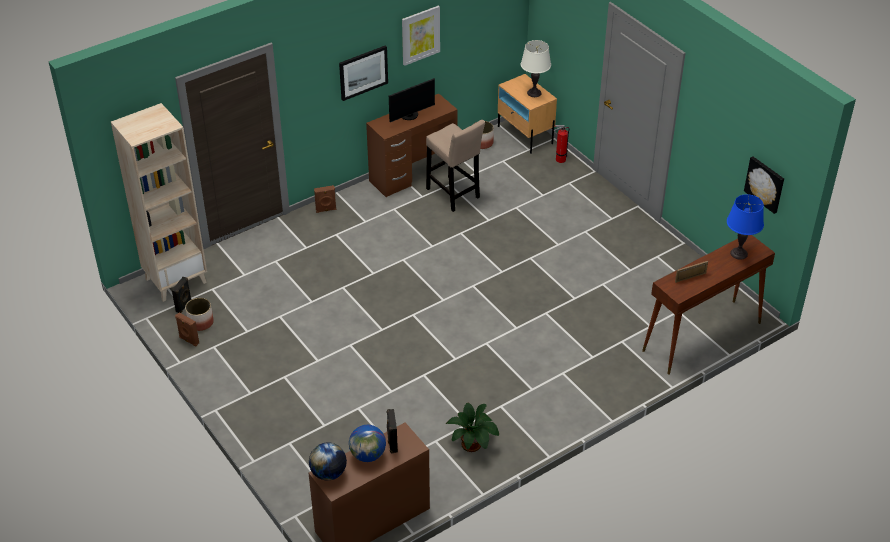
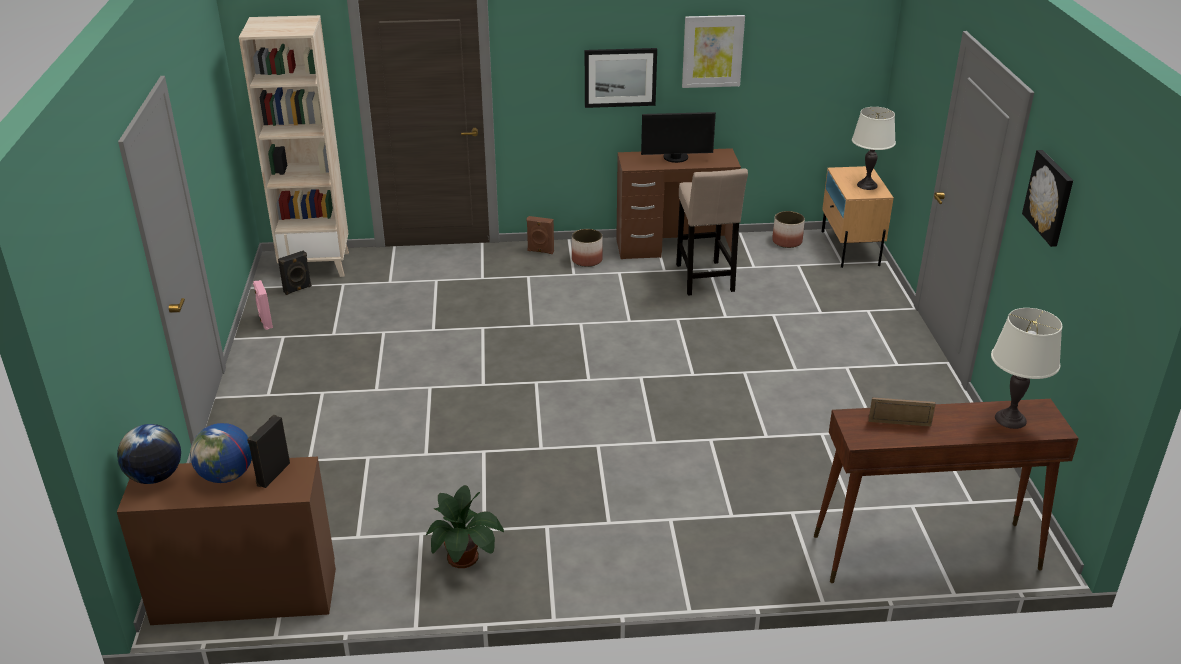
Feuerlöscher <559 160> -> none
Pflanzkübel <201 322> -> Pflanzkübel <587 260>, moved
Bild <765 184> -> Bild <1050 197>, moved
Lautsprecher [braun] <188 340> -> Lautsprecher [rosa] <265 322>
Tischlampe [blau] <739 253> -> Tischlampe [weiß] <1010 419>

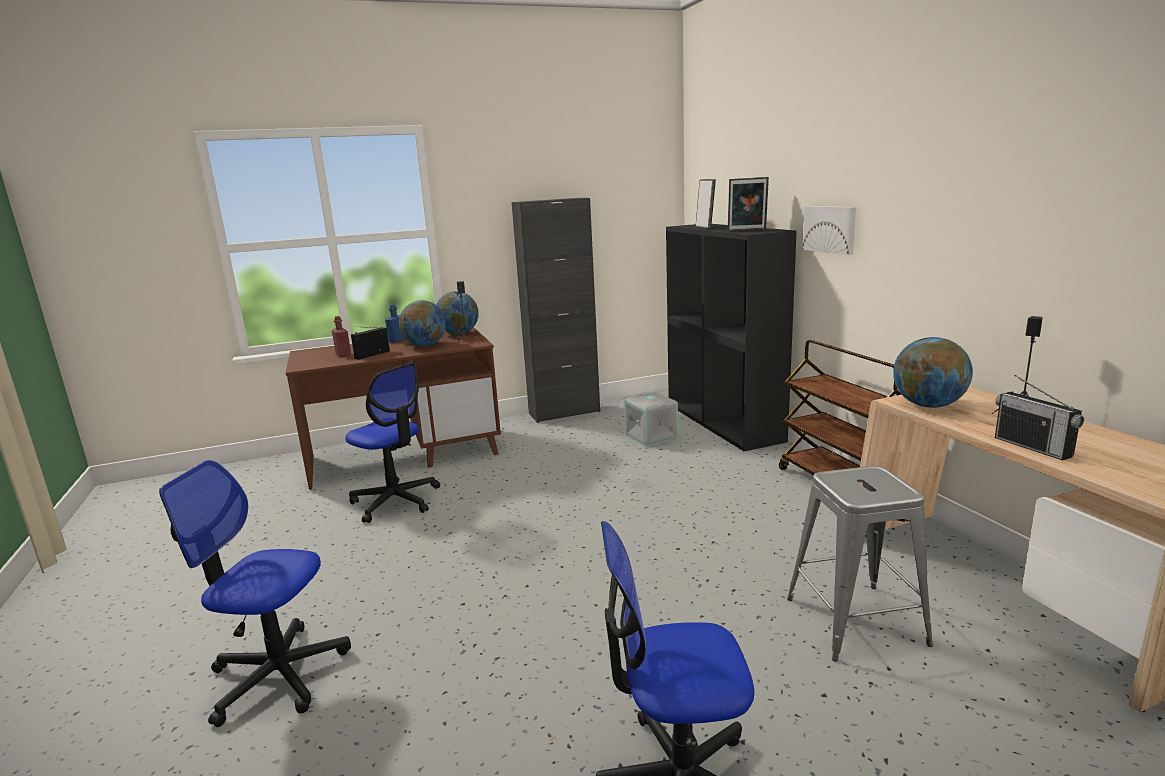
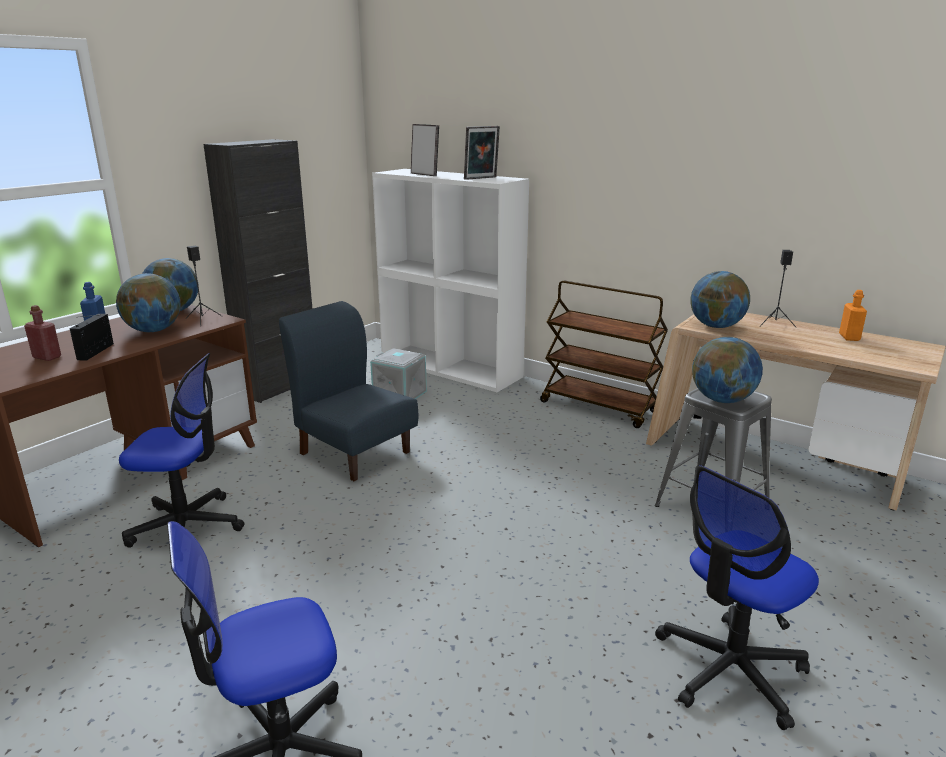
Bild <830 229> -> none
Radio <1032 447> -> none
none -> Stuhl [blau] <354 452>
none -> Globus <722 400>
none -> Flasche [orange] <849 337>
Bücherregal [schwarz] <724 422> -> Bücherregal [weiß] <452 368>

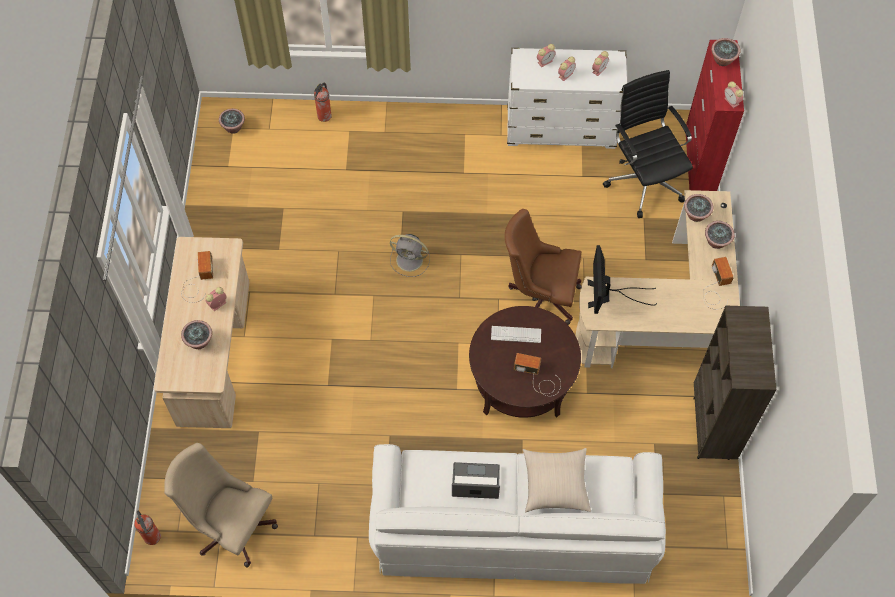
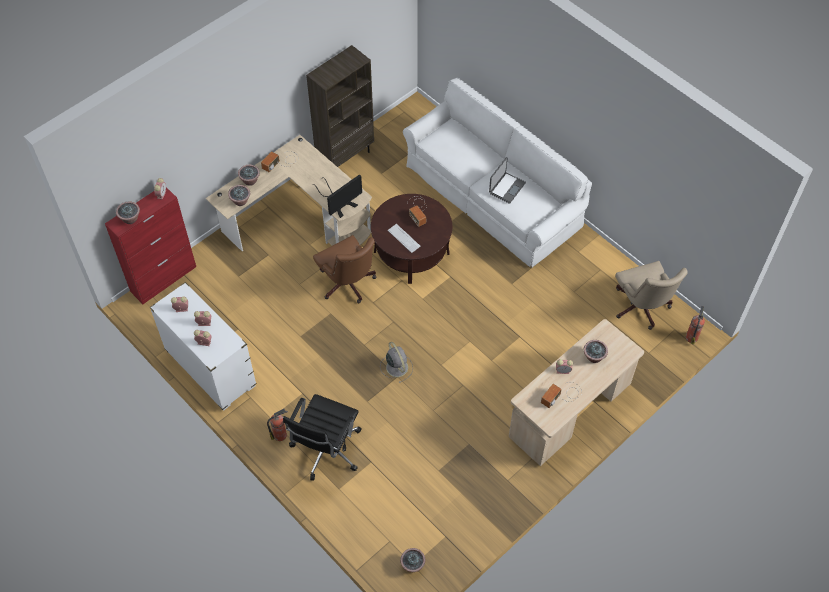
Kissen [beige] <555 484> -> none
Feuerlöscher <324 116> -> Feuerlöscher <281 435>, moved
Bürostuhl [schwarz] <644 180> -> Bürostuhl [schwarz] <326 450>, moved
Laptop <475 482> -> Laptop <506 188>, 105 degrees counterclockwise

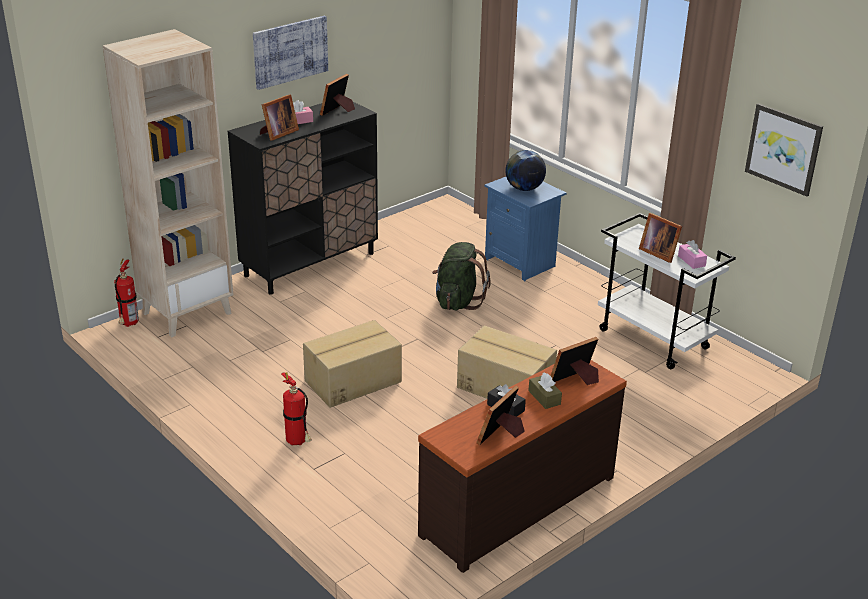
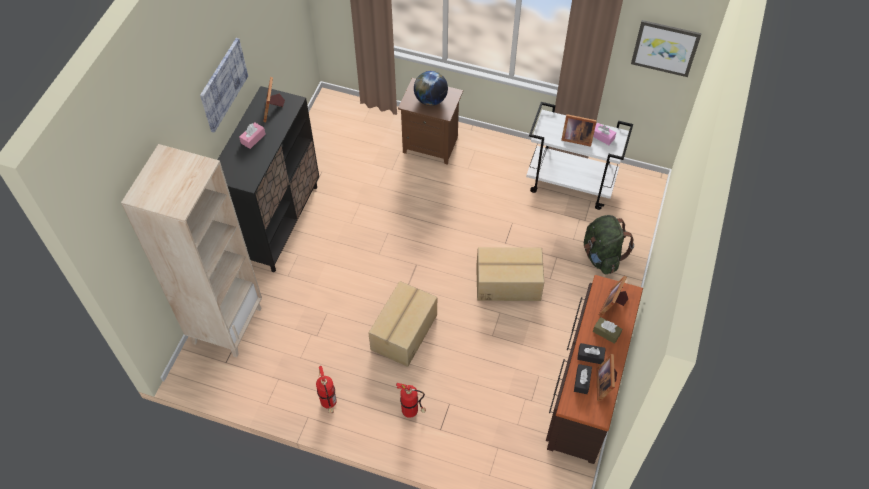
Bilderrahmen <278 133> -> none
none -> Taschentuchbox [schwarz] <582 381>
Feuerlöscher <128 324> -> Feuerlöscher <329 404>, moved
Rucksack [grün] <457 301> -> Rucksack [grün] <601 256>, moved
Nachttisch [blau] <521 262> -> Nachttisch [braun] <431 144>

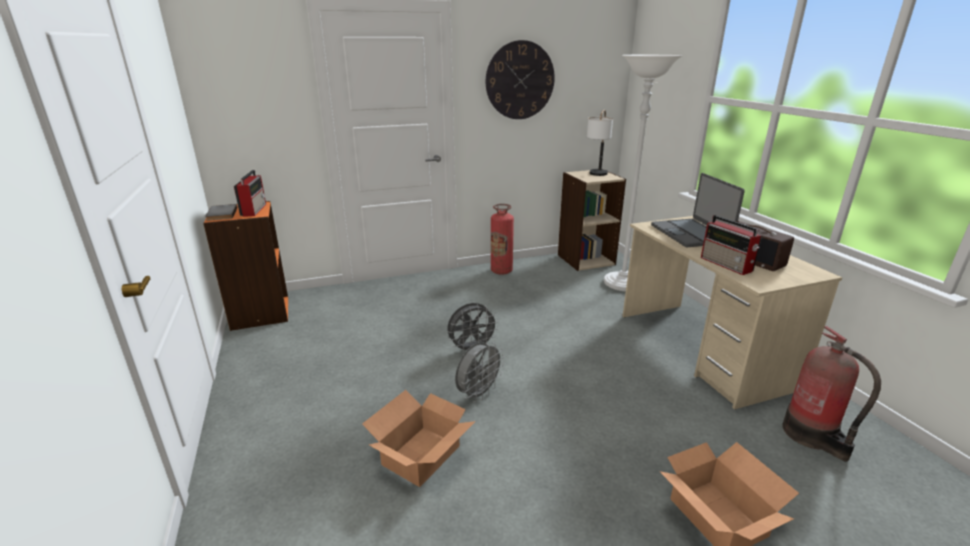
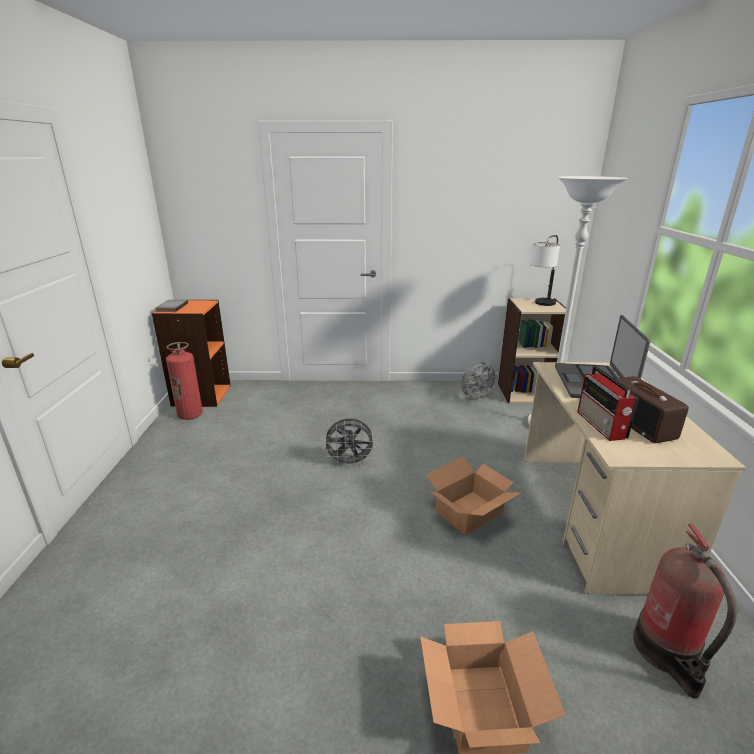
Radio <254 209> -> none
Wanduhr <520 80> -> none
Karton <422 455> -> Karton <470 512>, moved
Ventilator [grau] <478 394> -> Ventilator [grau] <476 398>, moved
Feuerlöscher <501 271> -> Feuerlöscher <190 415>, moved

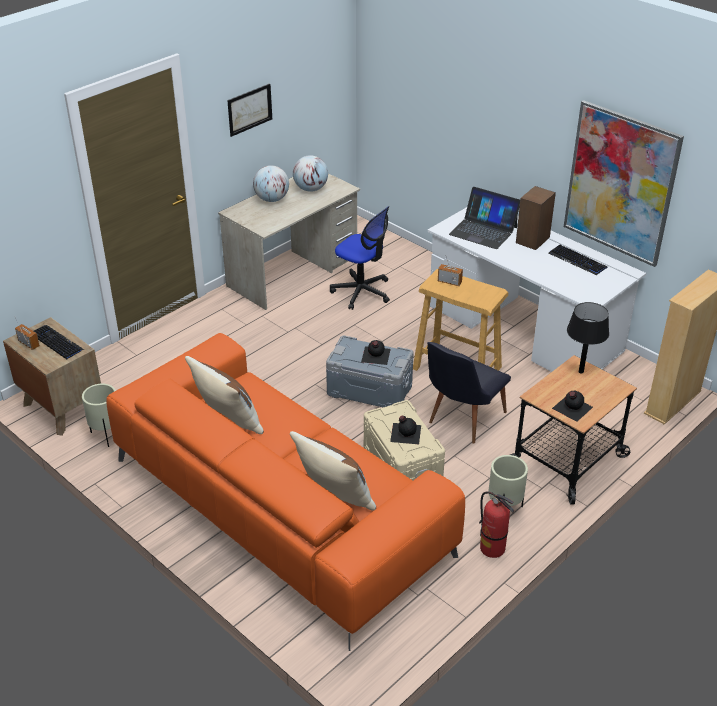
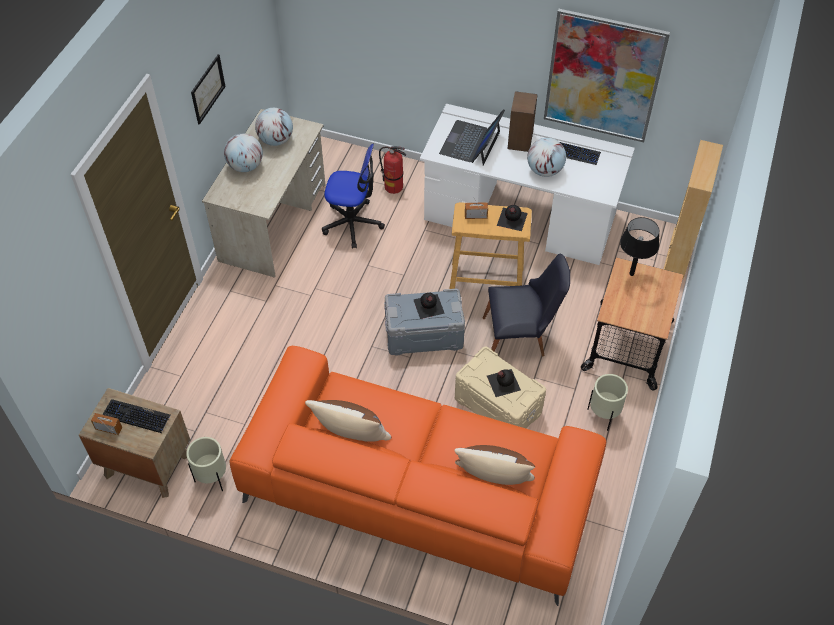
none -> Globus <544 170>
Feuerlöscher <492 548> -> Feuerlöscher <394 187>, moved
Flasche [schwarz] <571 407> -> Flasche [schwarz] <511 219>, moved
Stuhl [schwarz] <461 420> -> Stuhl [schwarz] <521 338>, 105 degrees counterclockwise
Laptop <483 230> -> Laptop <471 143>, 105 degrees clockwise

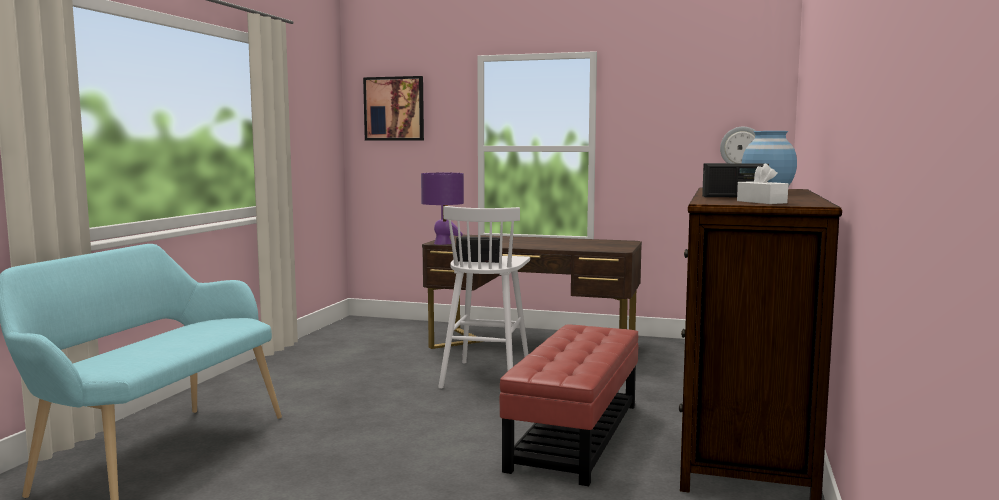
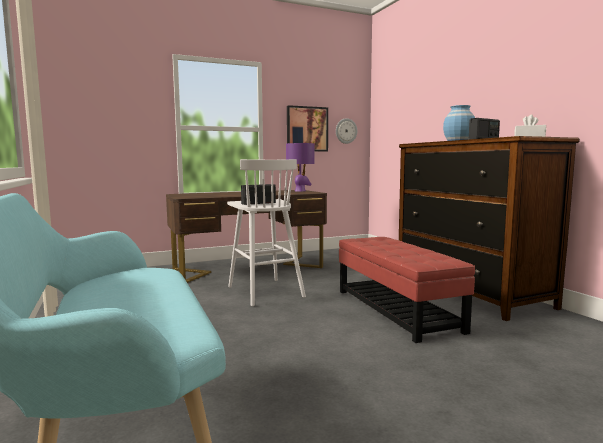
Bild <394 108> -> Bild <307 129>, moved
Tischlampe [lila] <443 243> -> Tischlampe [lila] <300 191>, moved

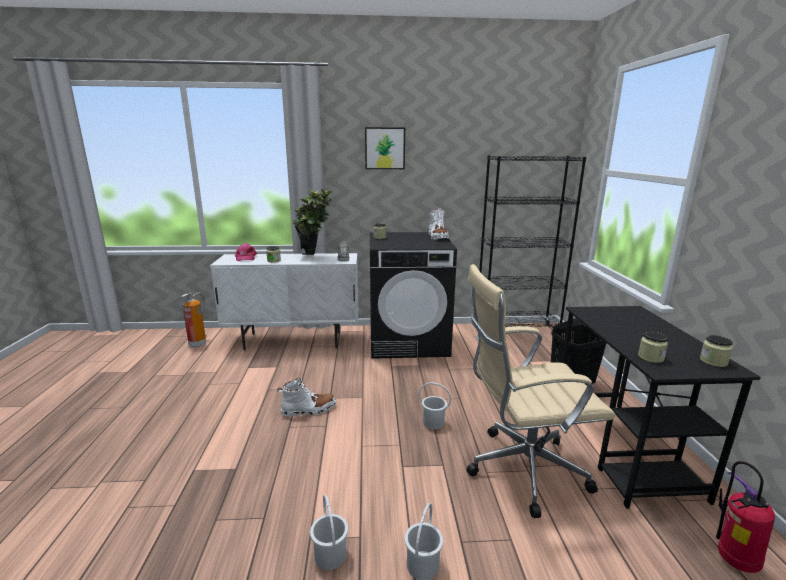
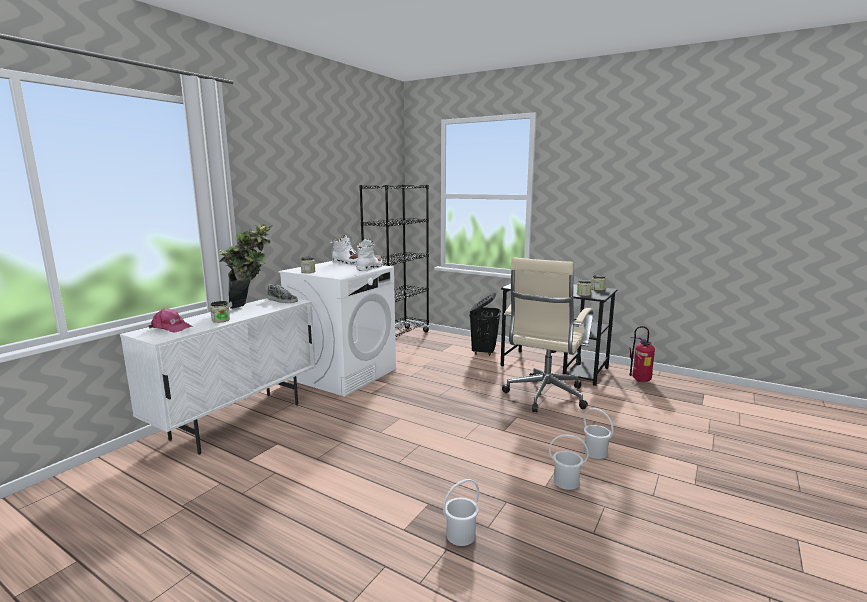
Feuerlöscher <198 344> -> none
Bild <385 148> -> none
Stiefel [weiß] <308 410> -> Stiefel [weiß] <370 268>, moved
Eimer [weiß] <433 422> -> Eimer [weiß] <460 535>, moved
Waschmaschine [schwarz] <408 341> -> Waschmaschine [weiß] <343 374>

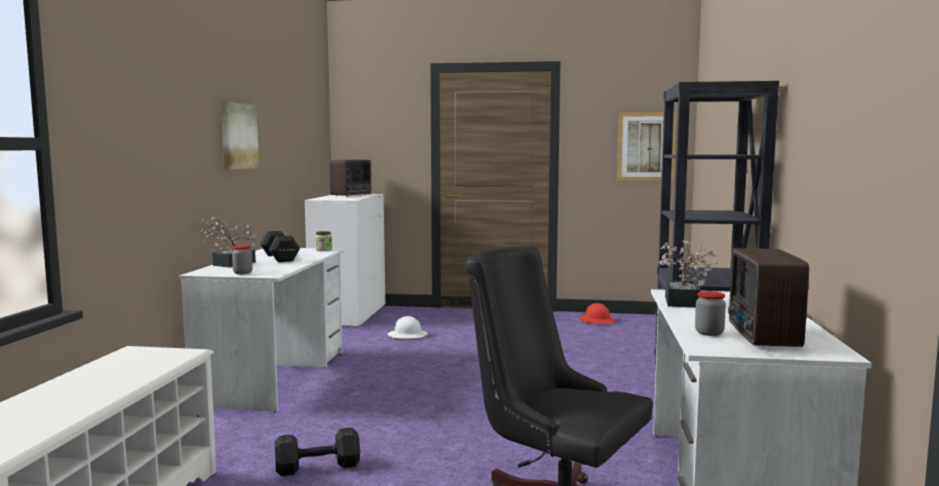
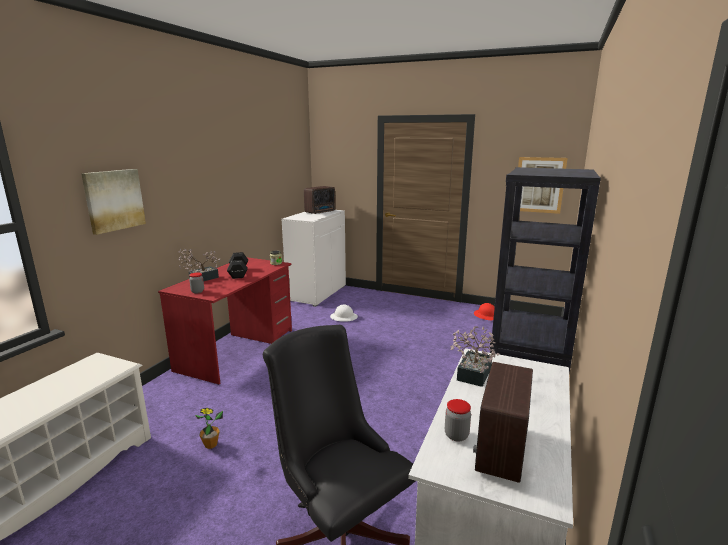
Bild <238 136> -> Bild <114 200>, moved
Hantel [schwarz] <316 467> -> Topfpflanze <211 445>
Schreibtisch [weiß] <275 377> -> Schreibtisch [rot] <237 349>

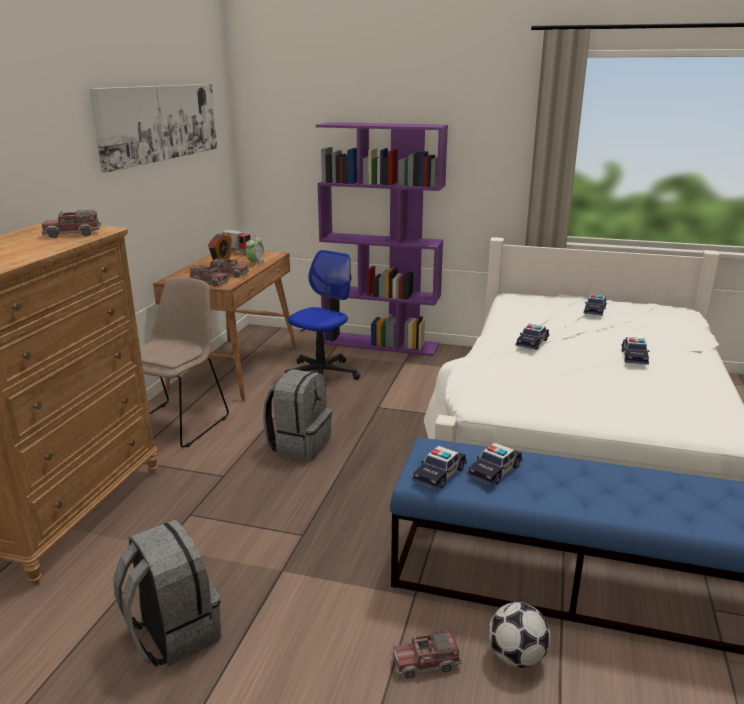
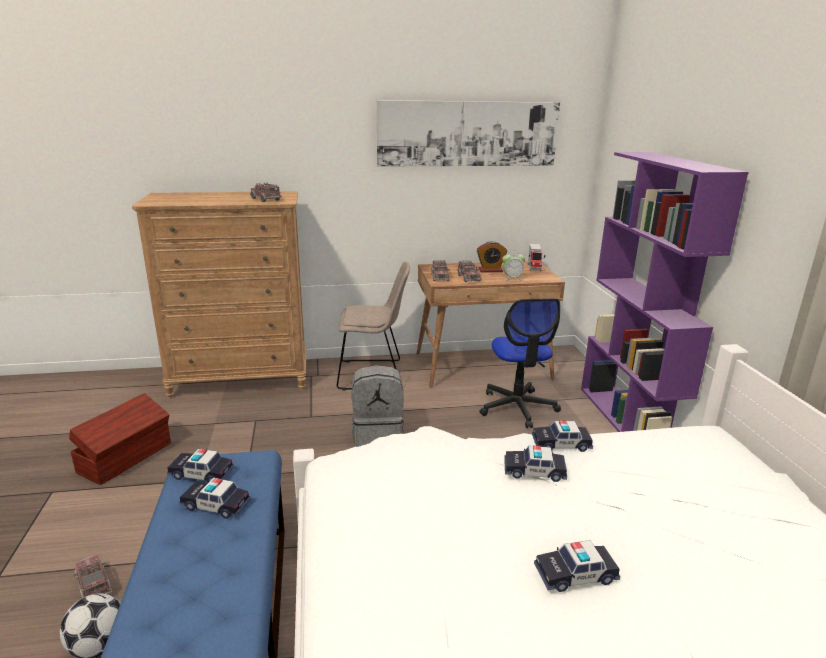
Spielzeugauto <594 310> -> Spielzeugauto <561 444>, moved
Rucksack [grau] <172 633> -> Aufbewahrungsbox [braun] <127 457>
Bürostuhl <322 374> -> Bürostuhl <517 407>, 75 degrees clockwise

